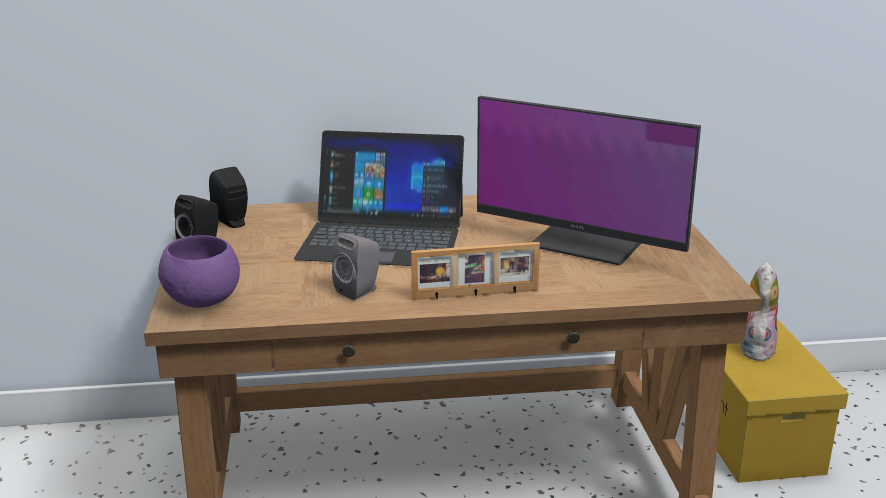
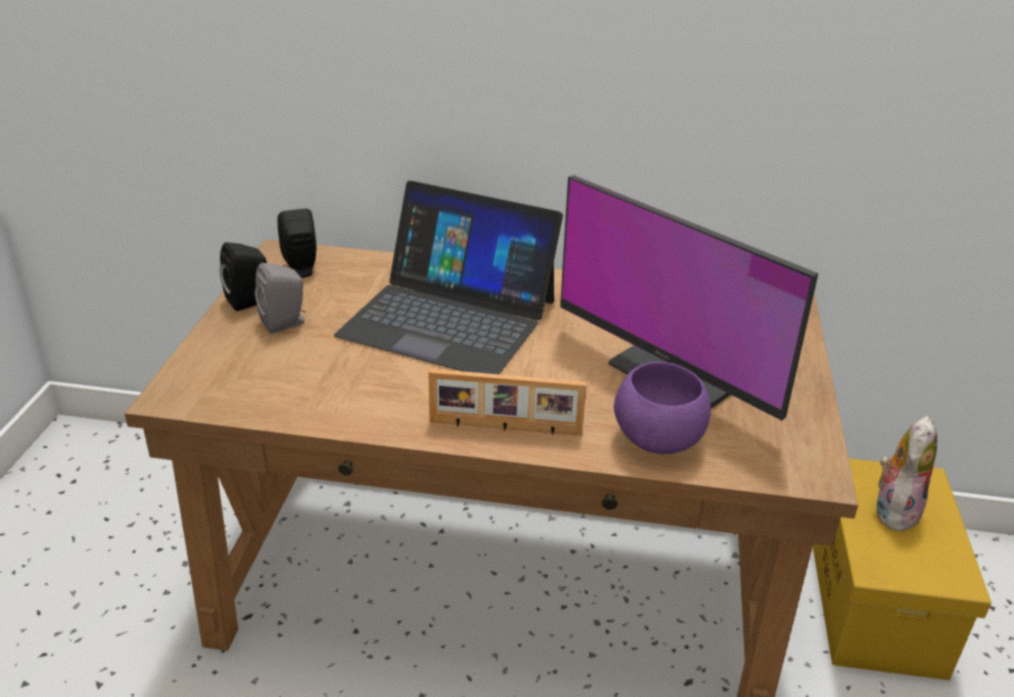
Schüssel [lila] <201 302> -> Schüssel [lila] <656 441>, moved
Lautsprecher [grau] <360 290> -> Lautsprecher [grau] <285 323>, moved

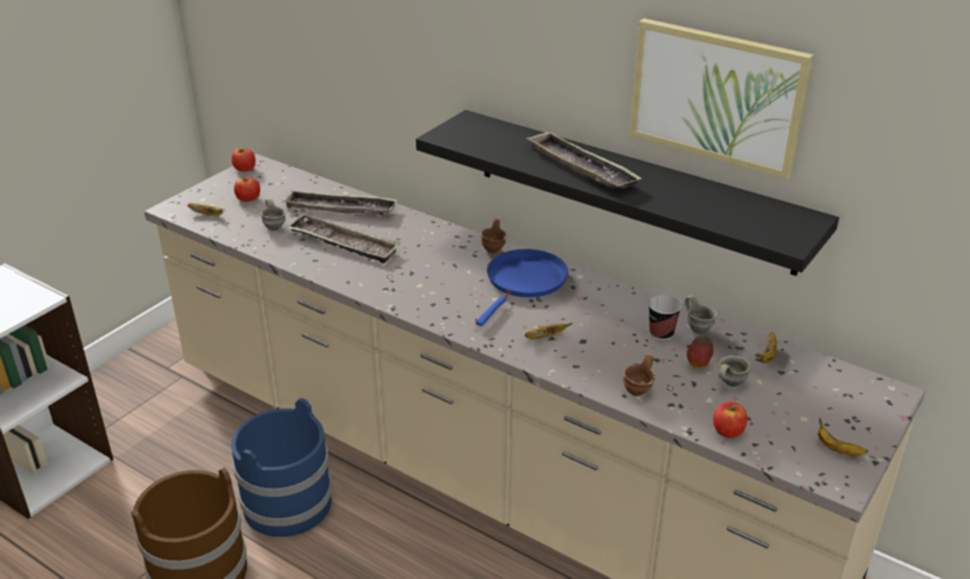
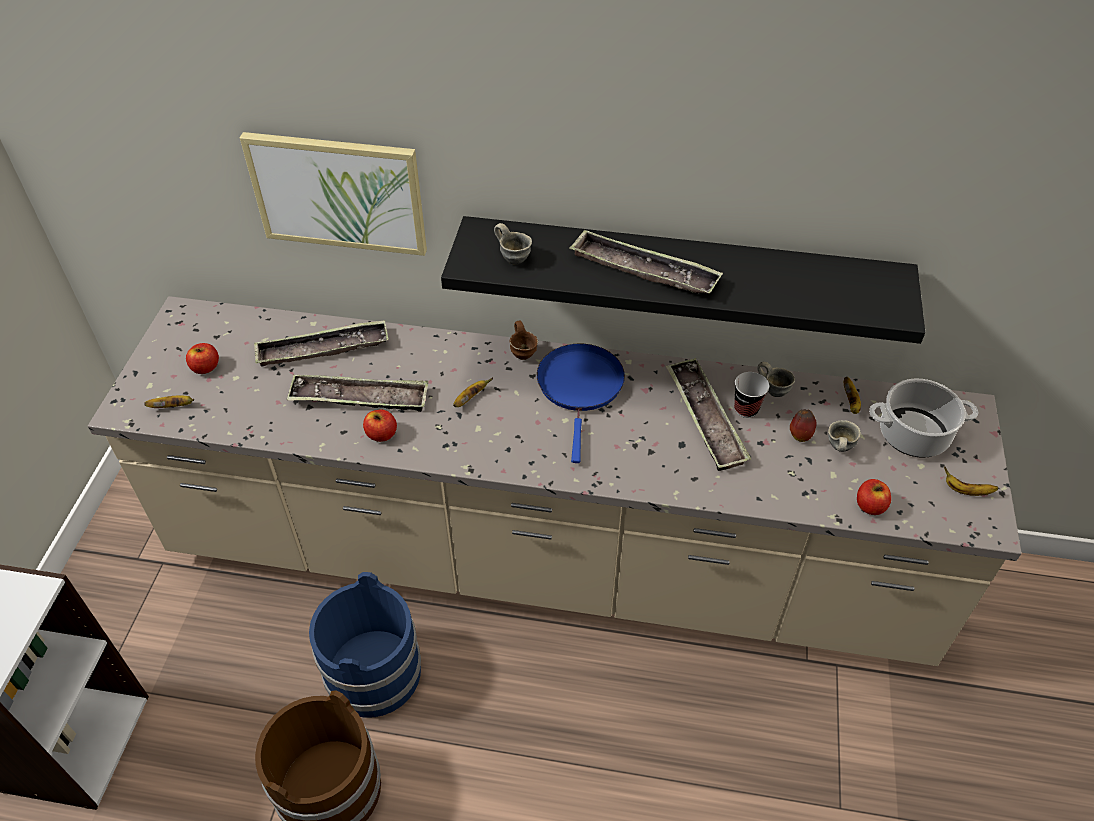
Henkelbecher [braun] <640 391> -> none
none -> Tablett <705 418>
none -> Kochtopf <914 434>
Apfel <245 169> -> Apfel <381 434>, moved
Henkelbecher [grau] <275 226> -> Henkelbecher [grau] <514 257>, moved
Banane <545 337> -> Banane <470 398>, moved
Bild <717 96> -> Bild <338 192>, moved

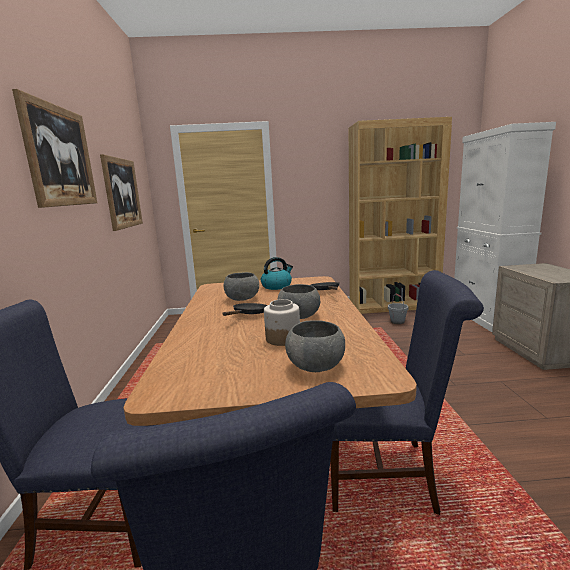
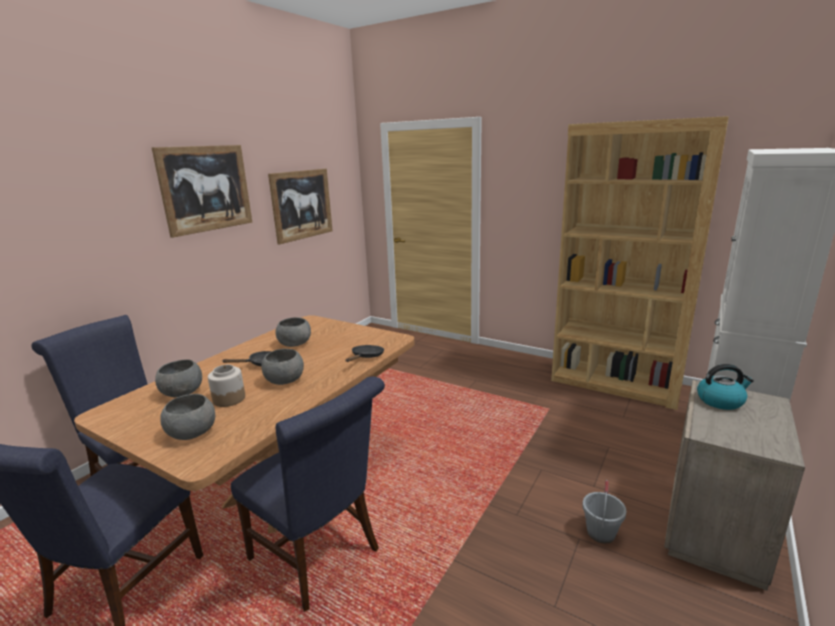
none -> Schüssel [grau] <183 392>
Wasserkessel <277 286> -> Wasserkessel <720 401>, moved
Eimer [grau] <397 321> -> Eimer [grau] <600 532>, moved

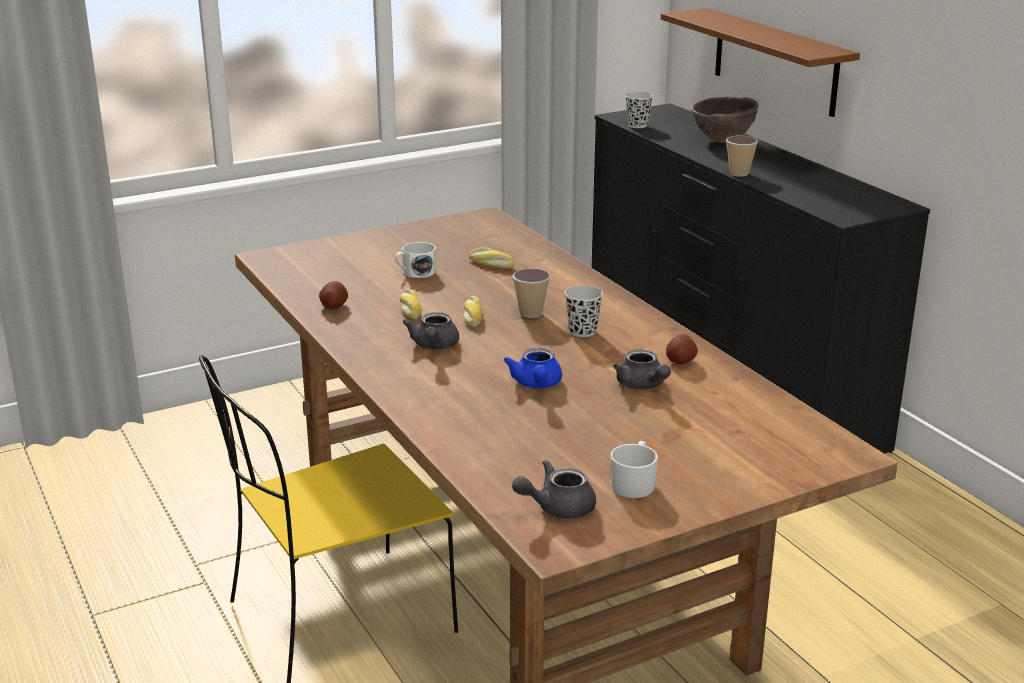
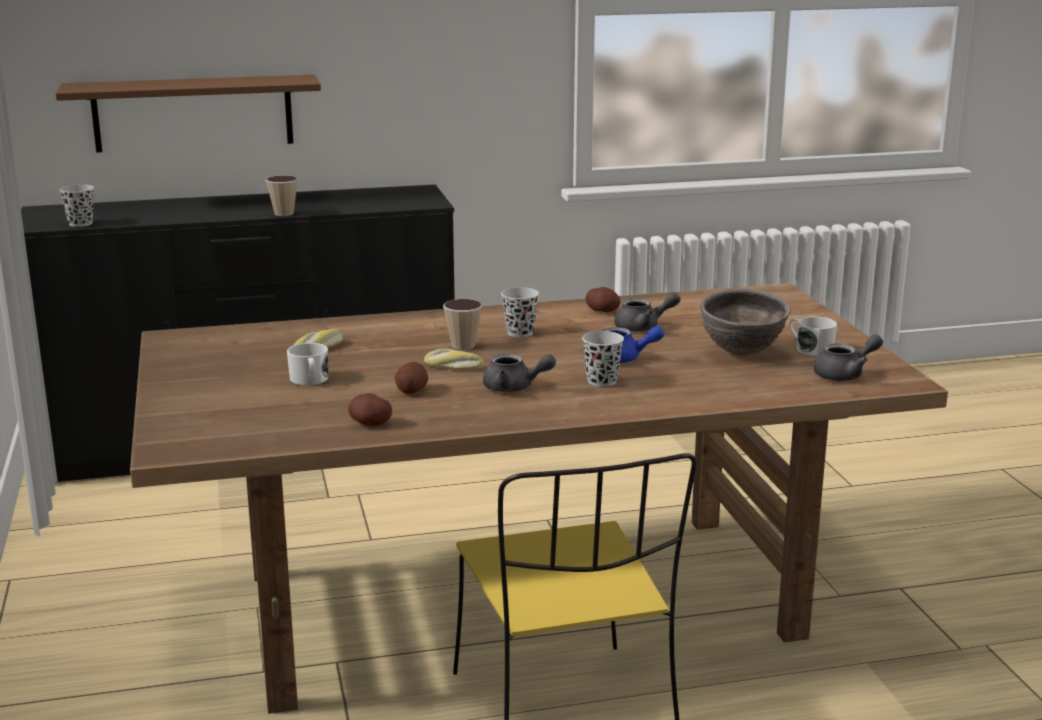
none -> Tasse [schwarz] <602 381>
Schüssel [braun] <722 141> -> Schüssel [braun] <741 354>, moved
Brot <410 309> -> Kartoffel <411 390>
Teekanne [grau] <557 508> -> Teekanne [grau] <845 375>, 105 degrees counterclockwise

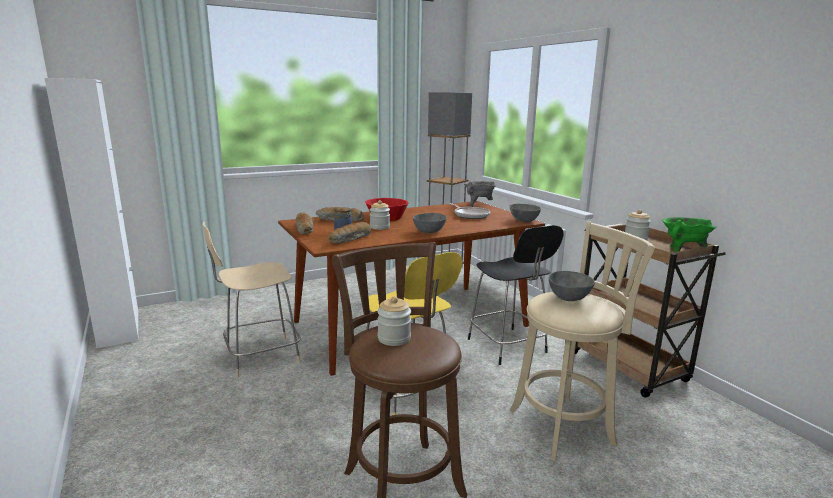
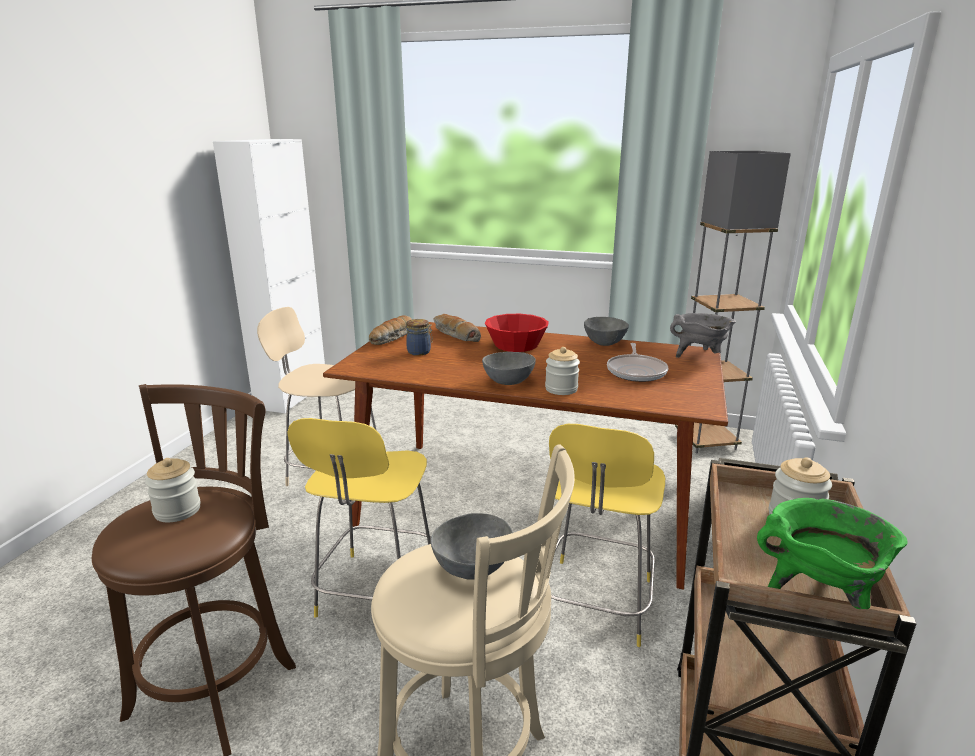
Brot <351 239> -> none
Vorratsglas <379 227> -> Vorratsglas <561 389>, moved
Schüssel [grau] <523 220> -> Schüssel [grau] <604 342>, moved
Stuhl [schwarz] <508 347> -> Stuhl [gelb] <595 604>

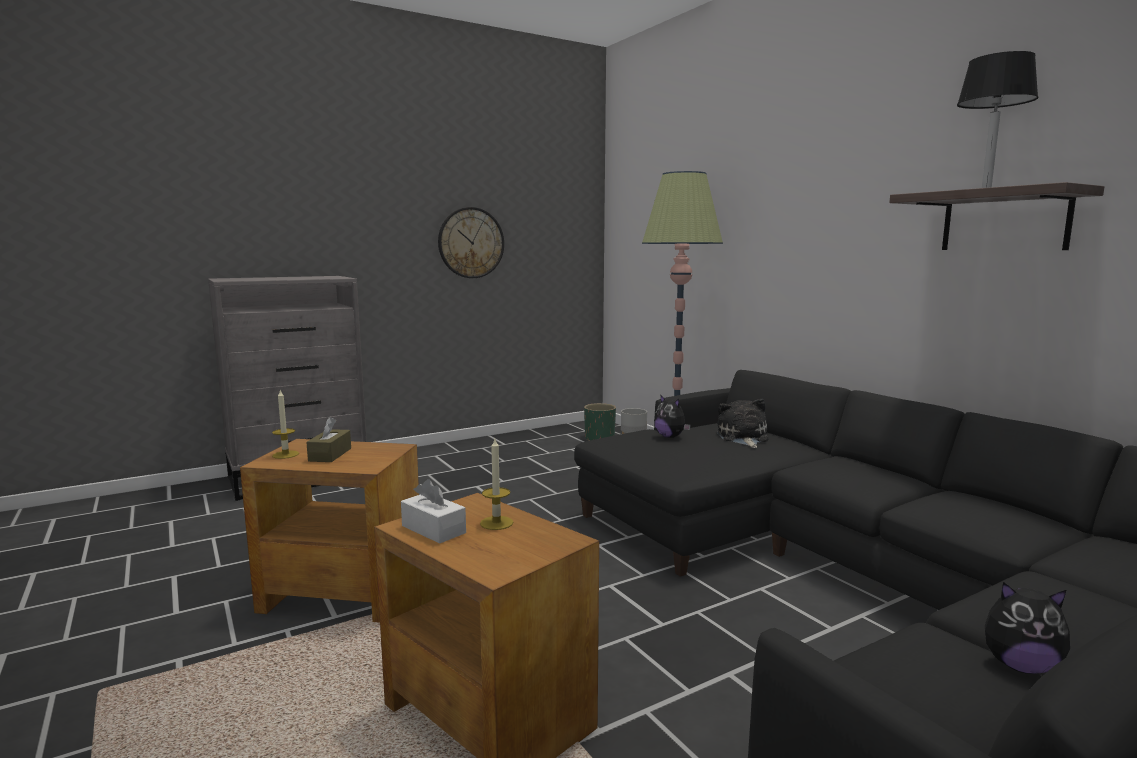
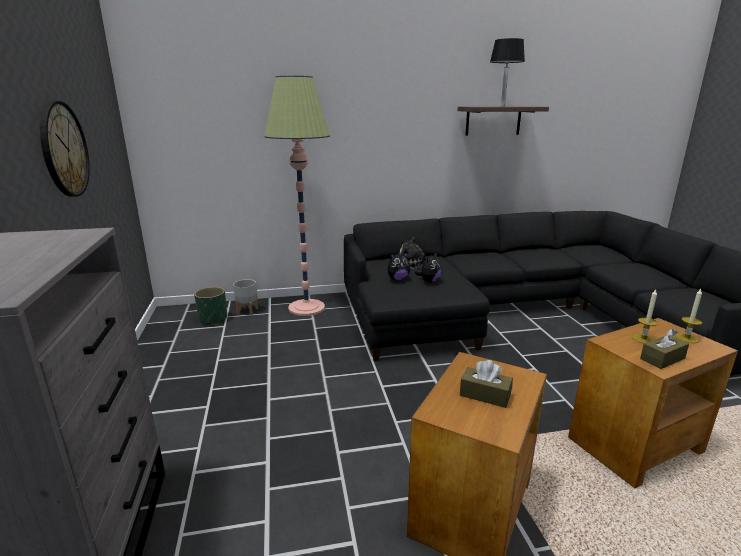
Kerze <285 454> -> Kerze <686 338>, moved
Plüschtier <1020 666> -> Plüschtier <429 281>, moved
Taschentuchbox [weiß] <433 529> -> Taschentuchbox [braun] <662 359>

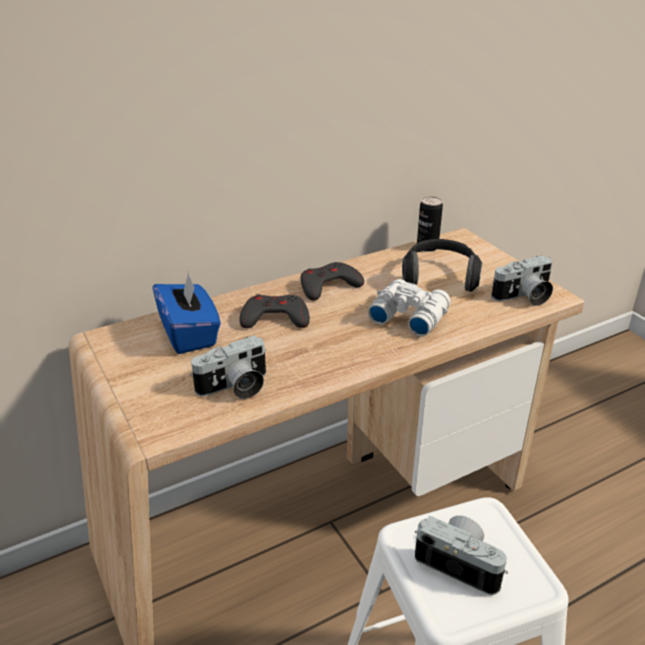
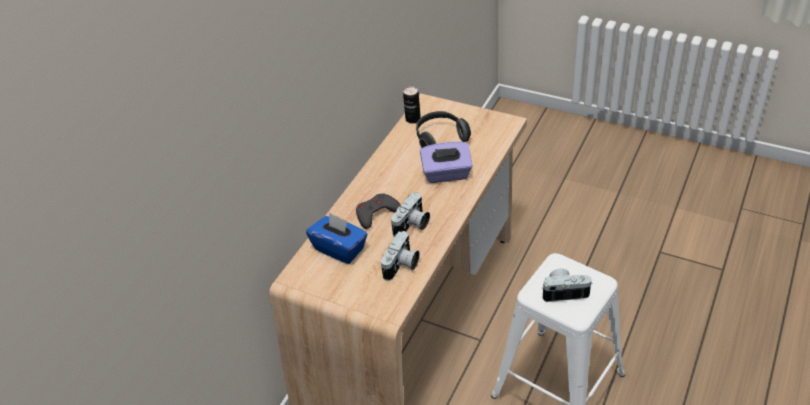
Gamepad [grau] <328 286> -> none
Kamera <523 297> -> Kamera <412 225>, moved
Fernglas [weiß] <408 315> -> Taschentuchbox [lila] <447 174>

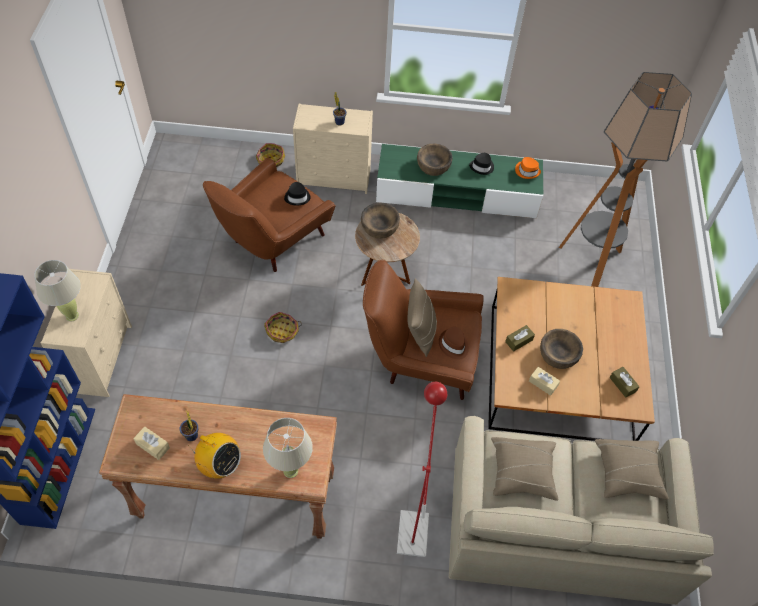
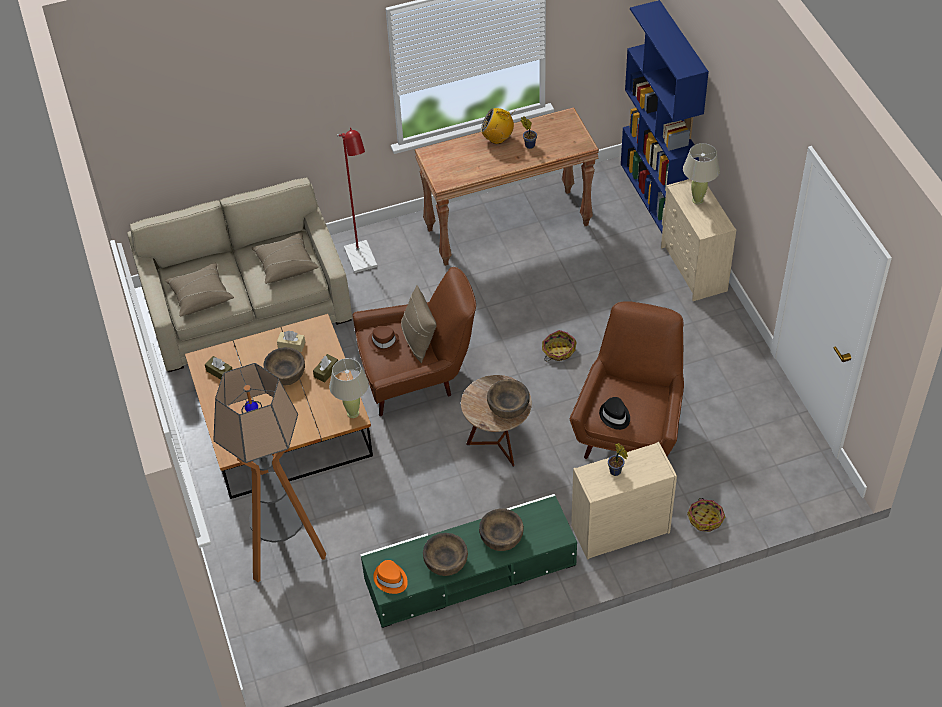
Taschentuchbox [beige] <153 446> -> none
Tischlampe [beige] <291 470> -> Tischlampe [beige] <353 413>, moved
Hut [schwarz] <482 167> -> Schüssel [braun] <445 561>

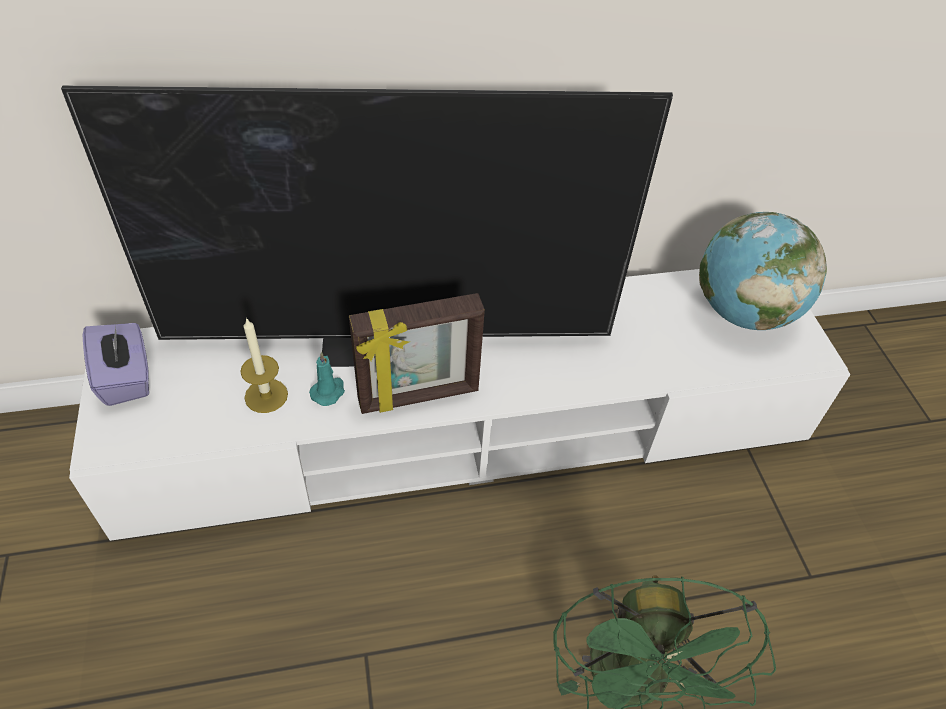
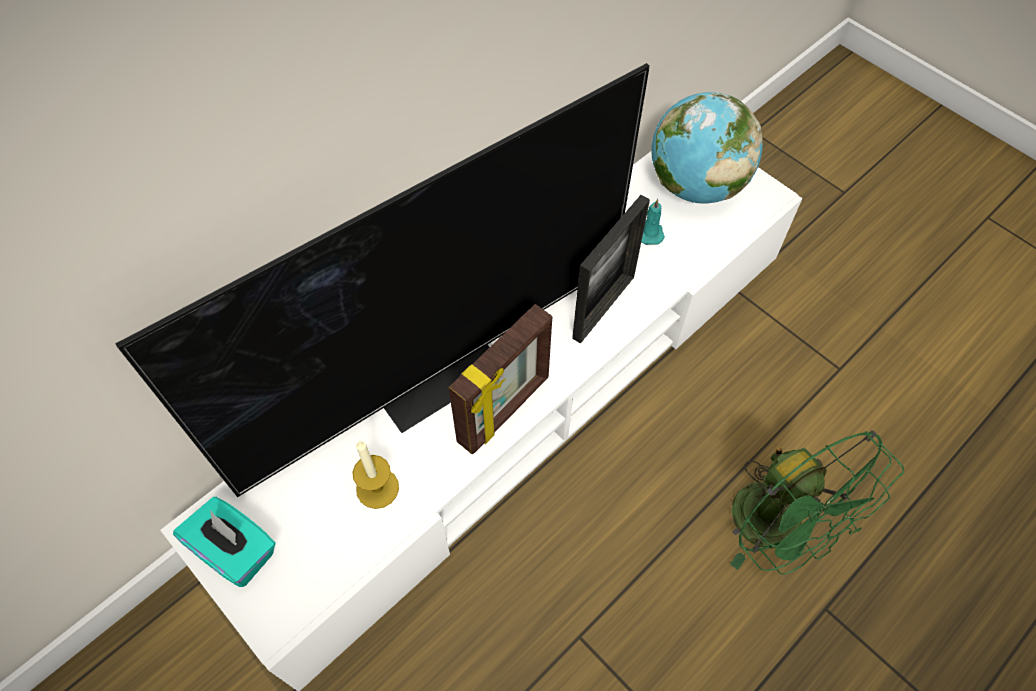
none -> Bilderrahmen <603 307>
Kerze [türkis] <328 391> -> Kerze [türkis] <649 233>, moved
Taschentuchbox [lila] <126 378> -> Taschentuchbox [türkis] <236 550>

